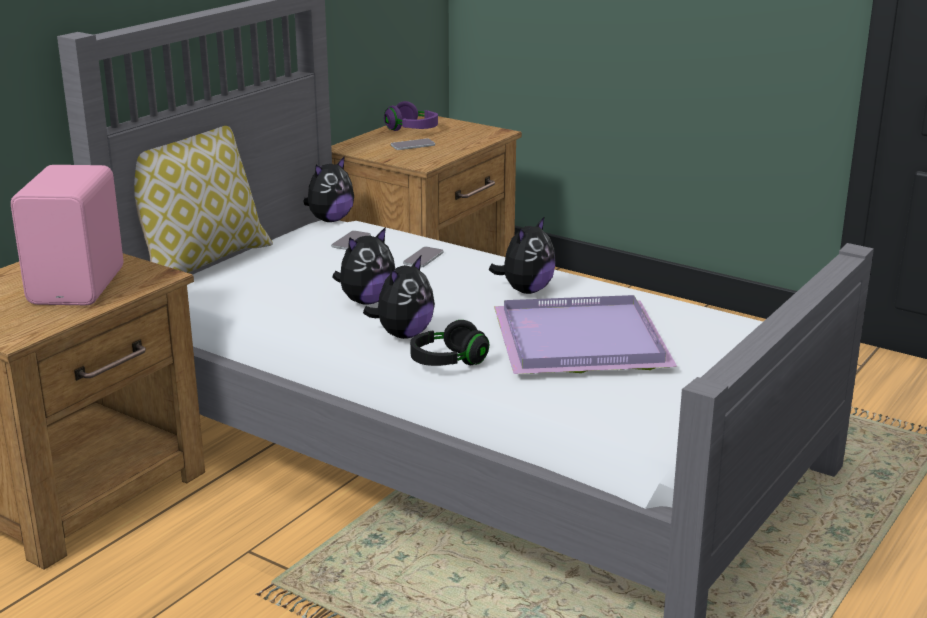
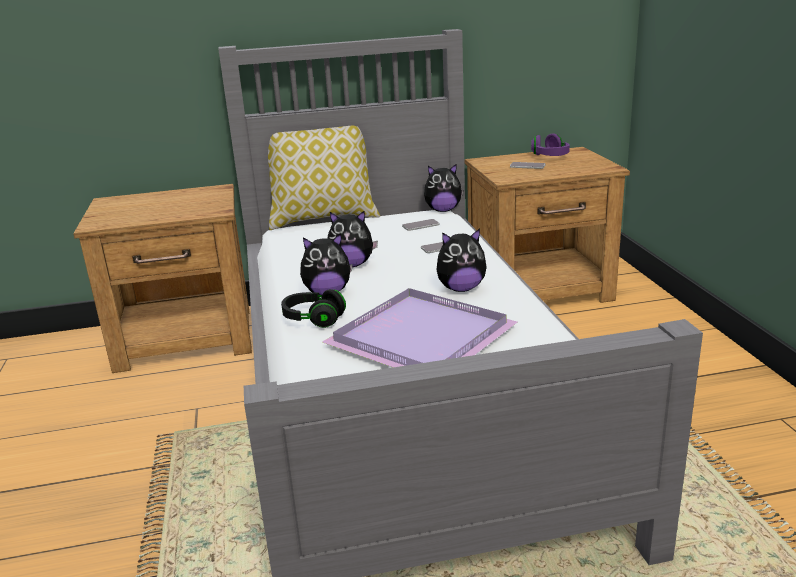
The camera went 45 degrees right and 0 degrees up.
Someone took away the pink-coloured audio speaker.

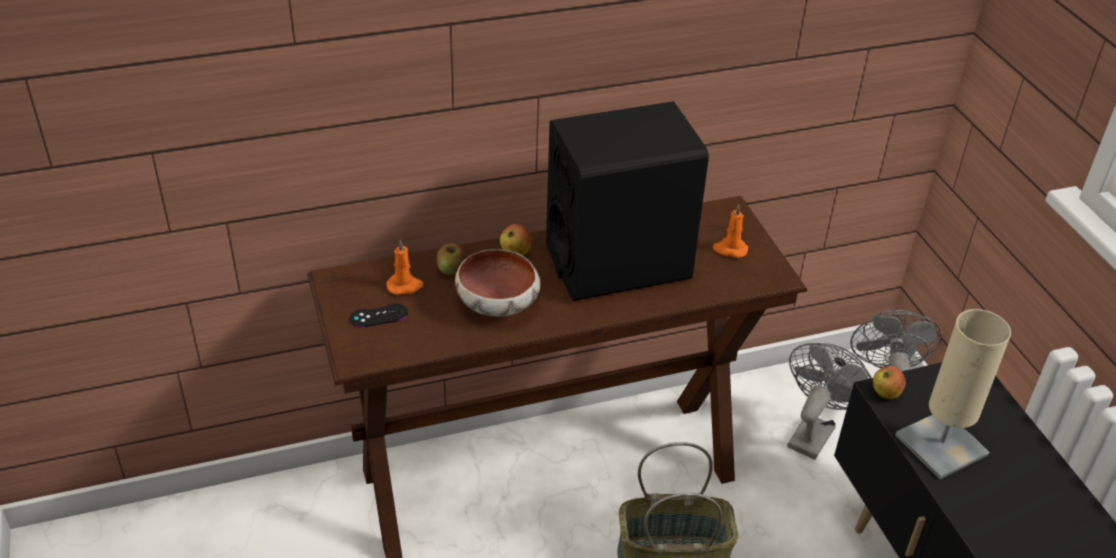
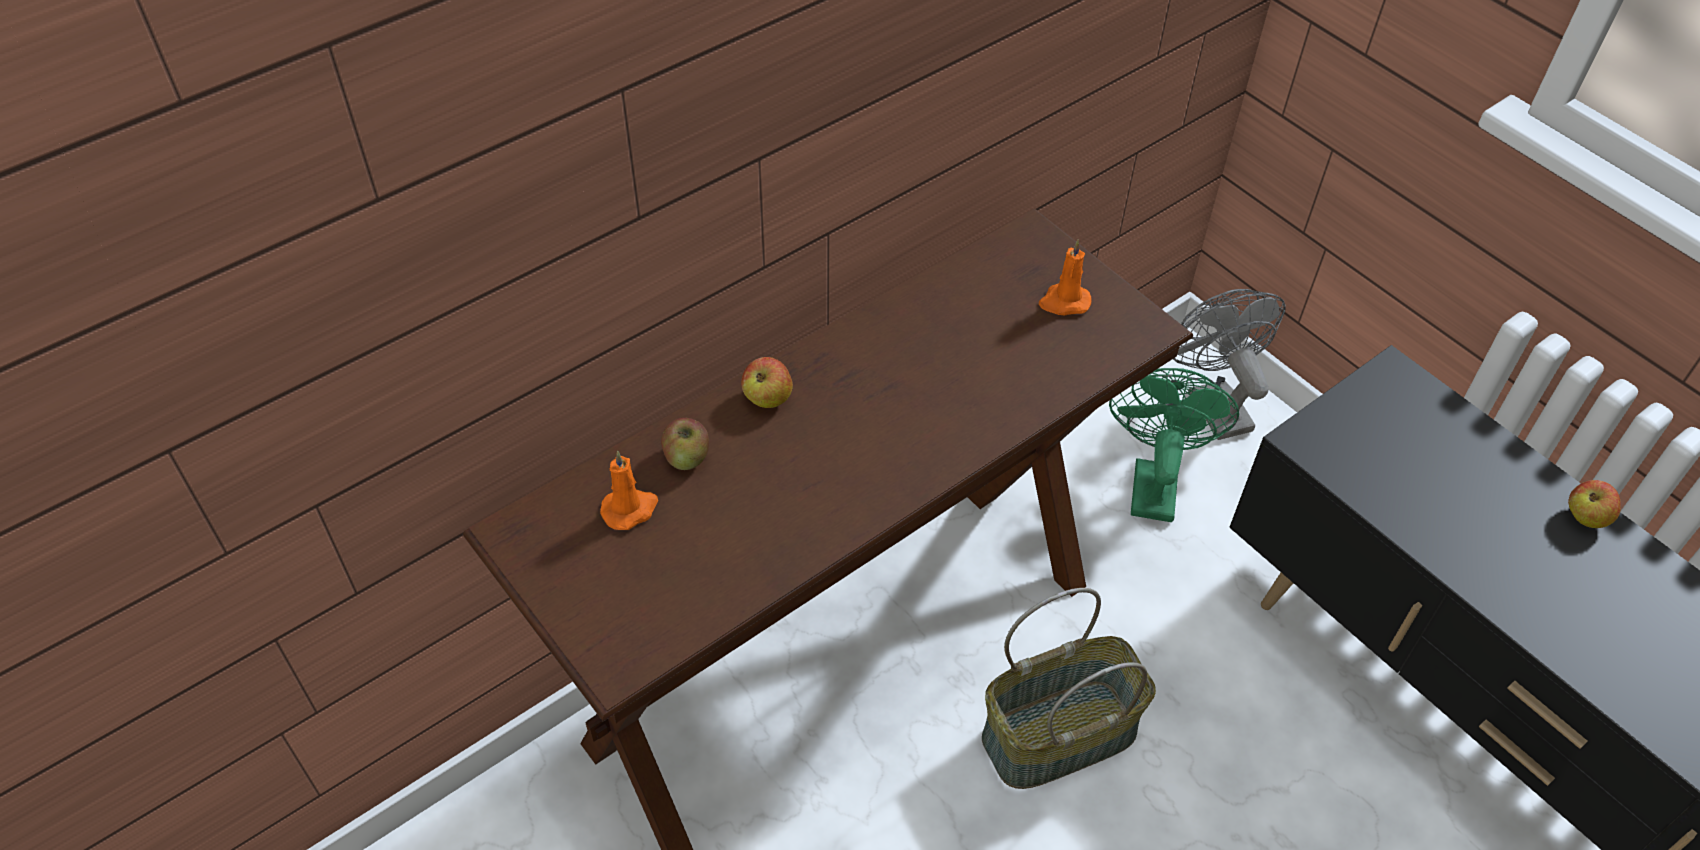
The camera went 20 degrees left and 10 degrees up.
Someone took away the black-coloured audio speaker.
Someone took away the deep dish.
Someone took away the black-coloured game controller.
Someone took away the beige tabletop lamp.
Someone repainted the grey cooling fan (1st from left), which became the green cooling fan.
Someone carried the apple fruit (3rd from left).

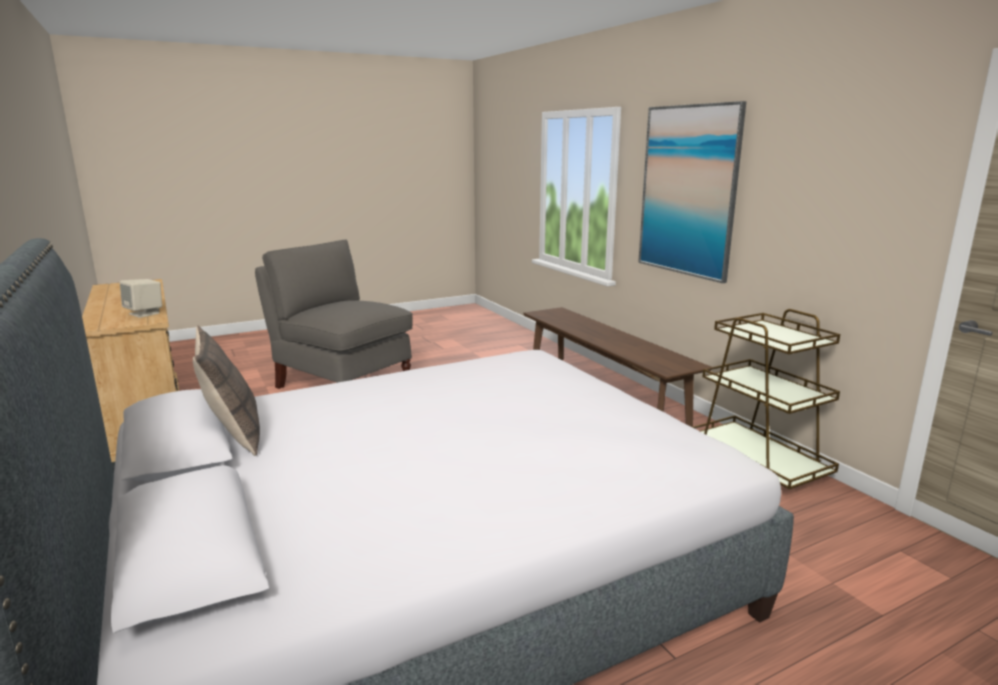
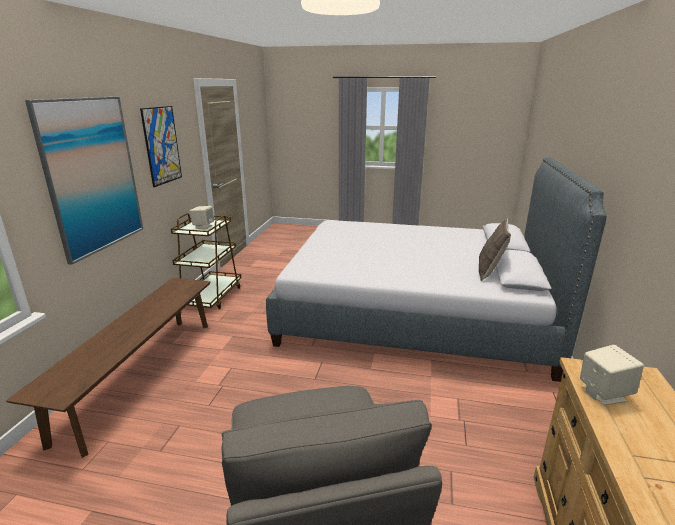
The camera went 140 degrees left and 5 degrees up.
Someone put up the wall picture (2nd from left).
Someone put down the beige audio speaker (1st from left).

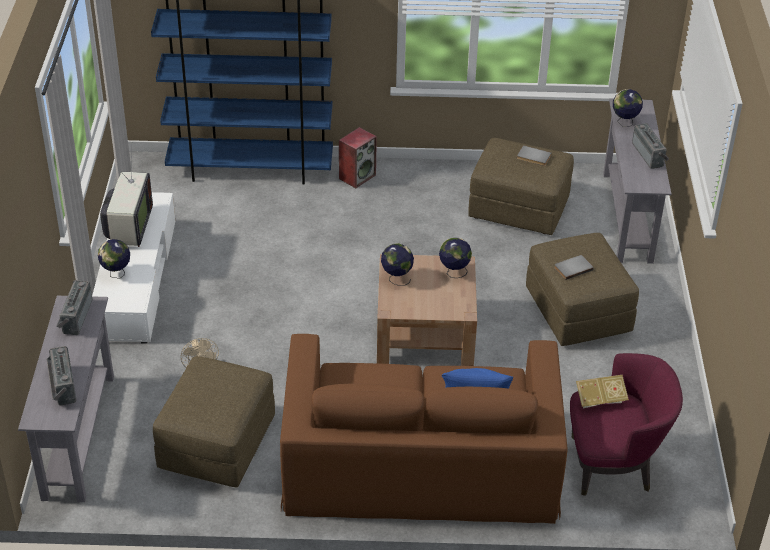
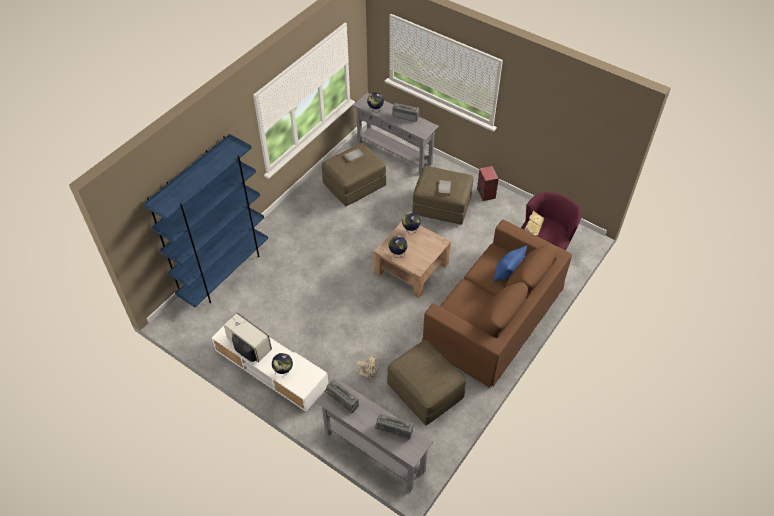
The camera went 55 degrees left and 10 degrees up.
Someone carried the audio speaker.

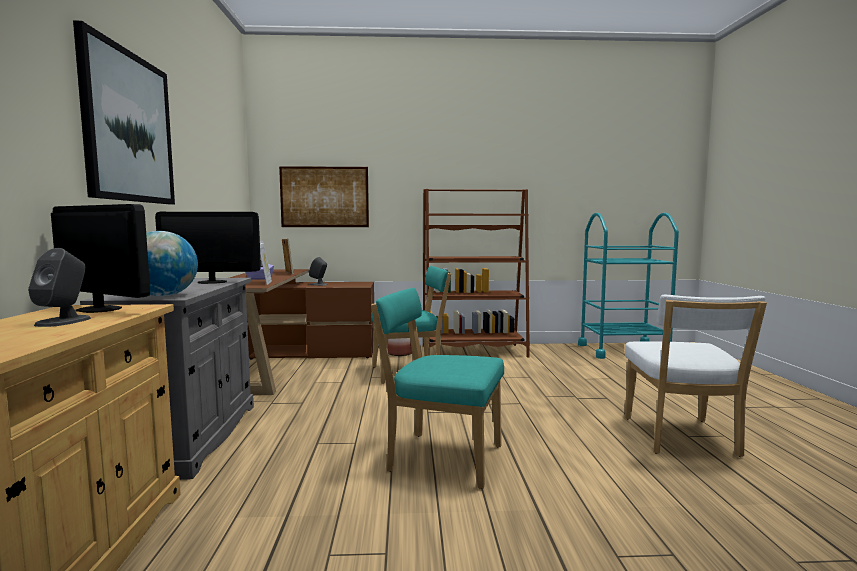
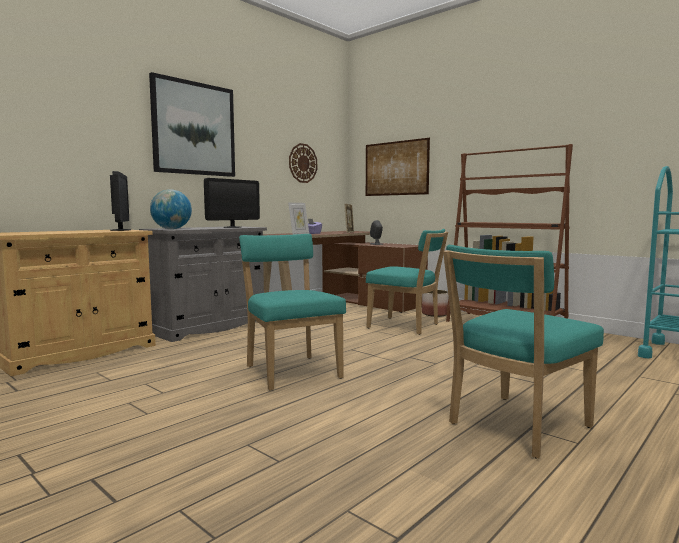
The camera went 45 degrees right and 0 degrees up.
Someone rotated the computer screen (2nd from left) by 90 degrees counterclockwise.
Someone took away the grey audio speaker (1st from left).
Someone repainted the white plain chair, which became the turquoise-coloured plain chair (3rd from left).
Someone put up the wall clock.

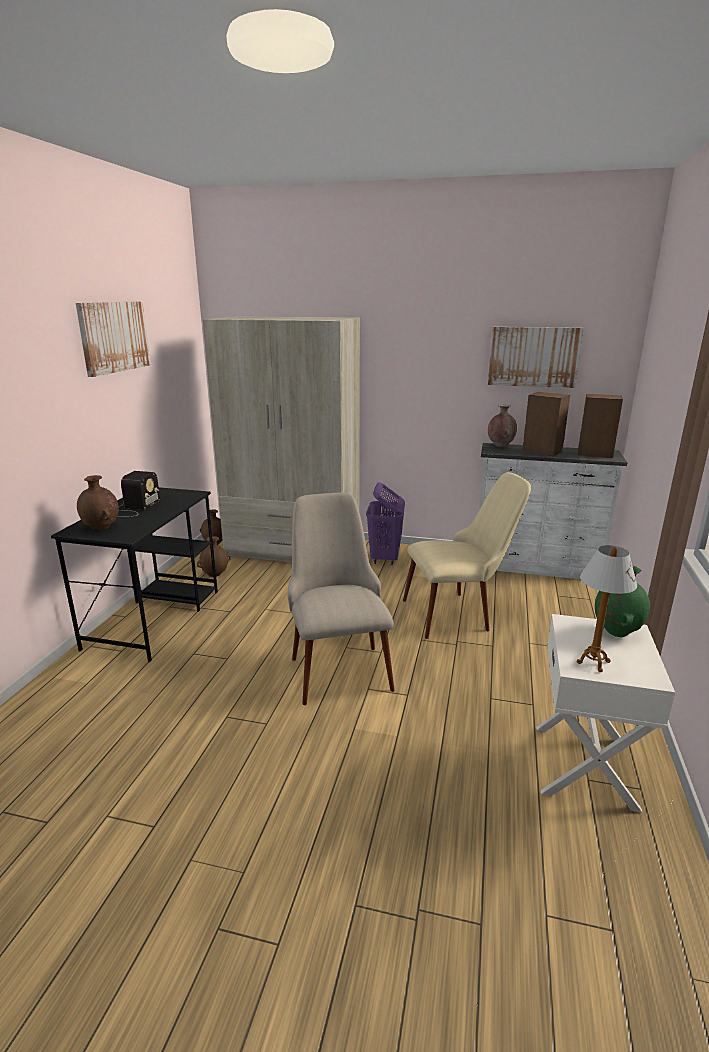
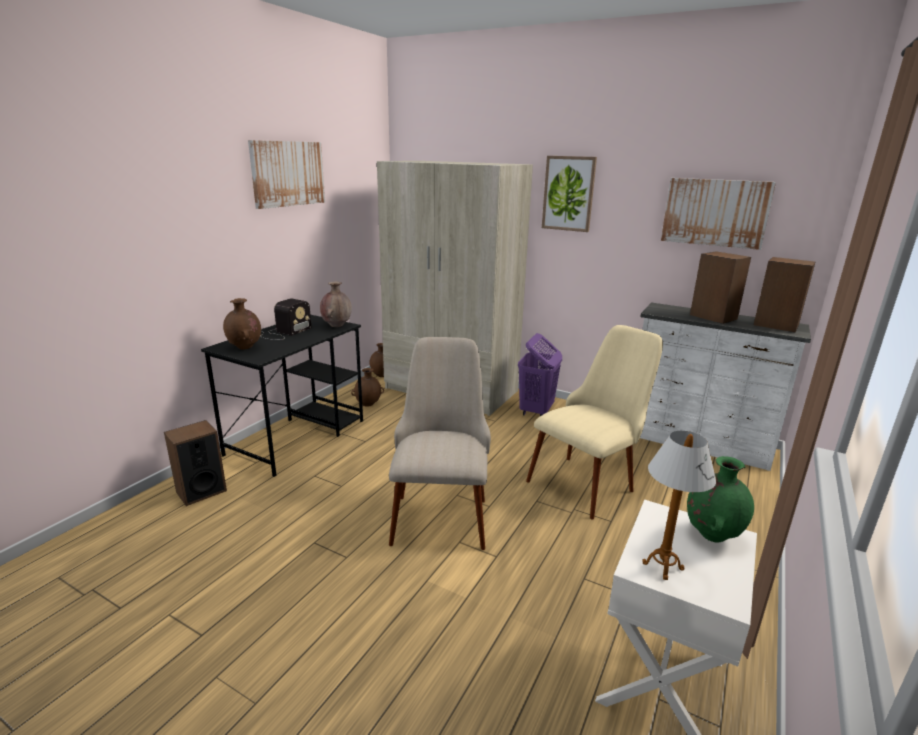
The camera went 15 degrees right and 0 degrees up.
Someone carried the brown decorative vase (4th from left in the first image).
Someone rotated the beige plain chair (2nd from left) by 45 degrees counterclockwise.
Someone put up the wall picture (2nd from left).
Someone put down the audio speaker (1st from left).

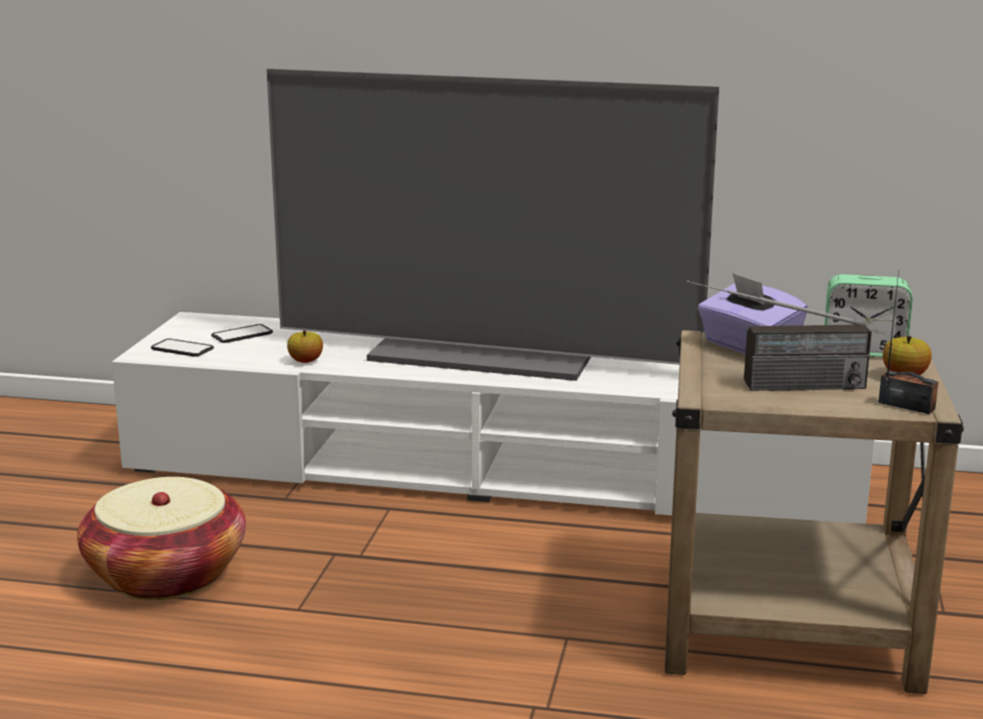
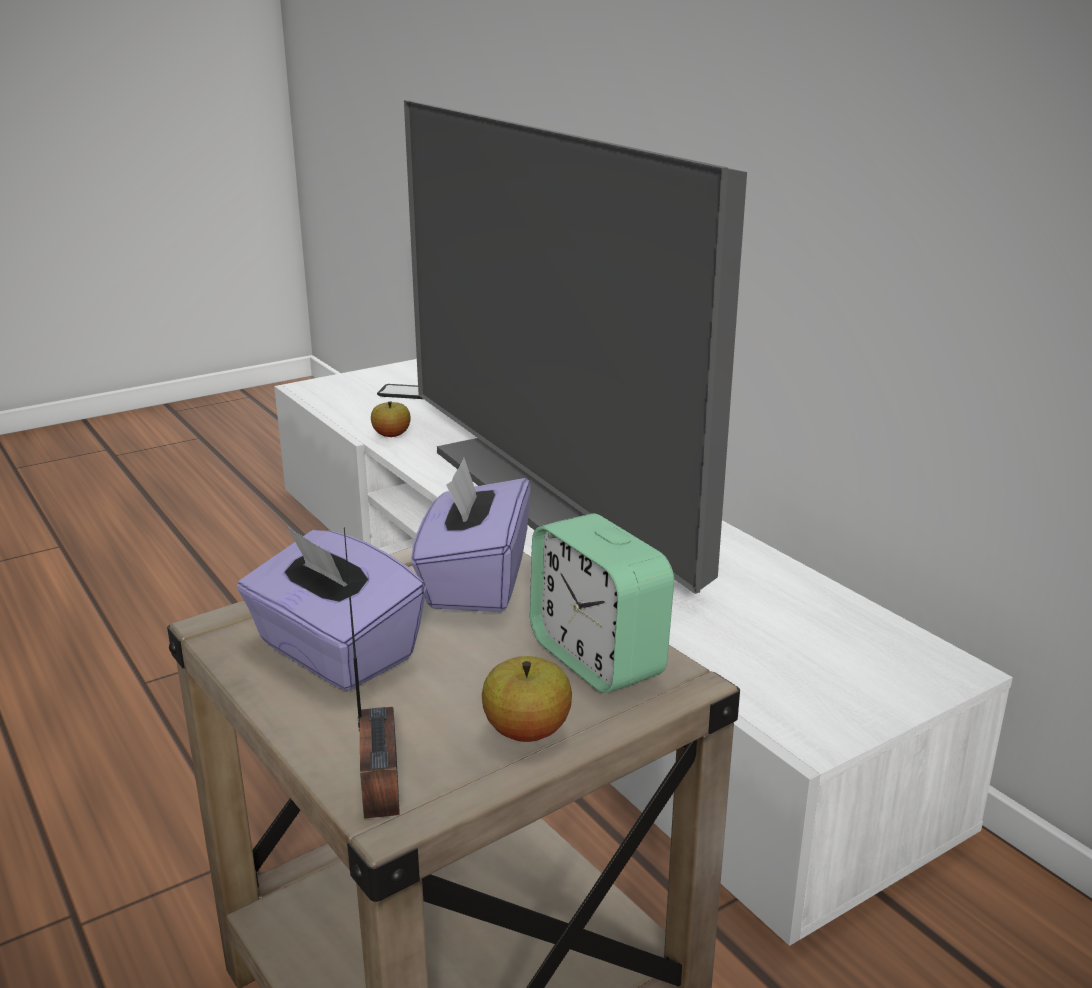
The camera went 45 degrees right and 5 degrees up.
Someone swapped the radio (1st from left) for the purple tissue holder (1st from left).
Someone took away the phone (1st from left).
Someone took away the basket.

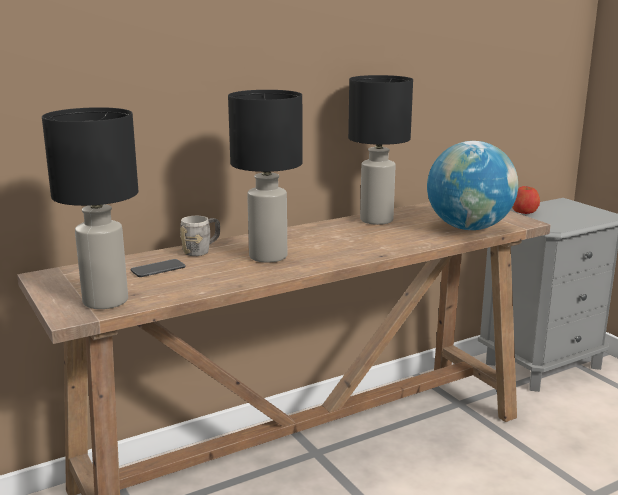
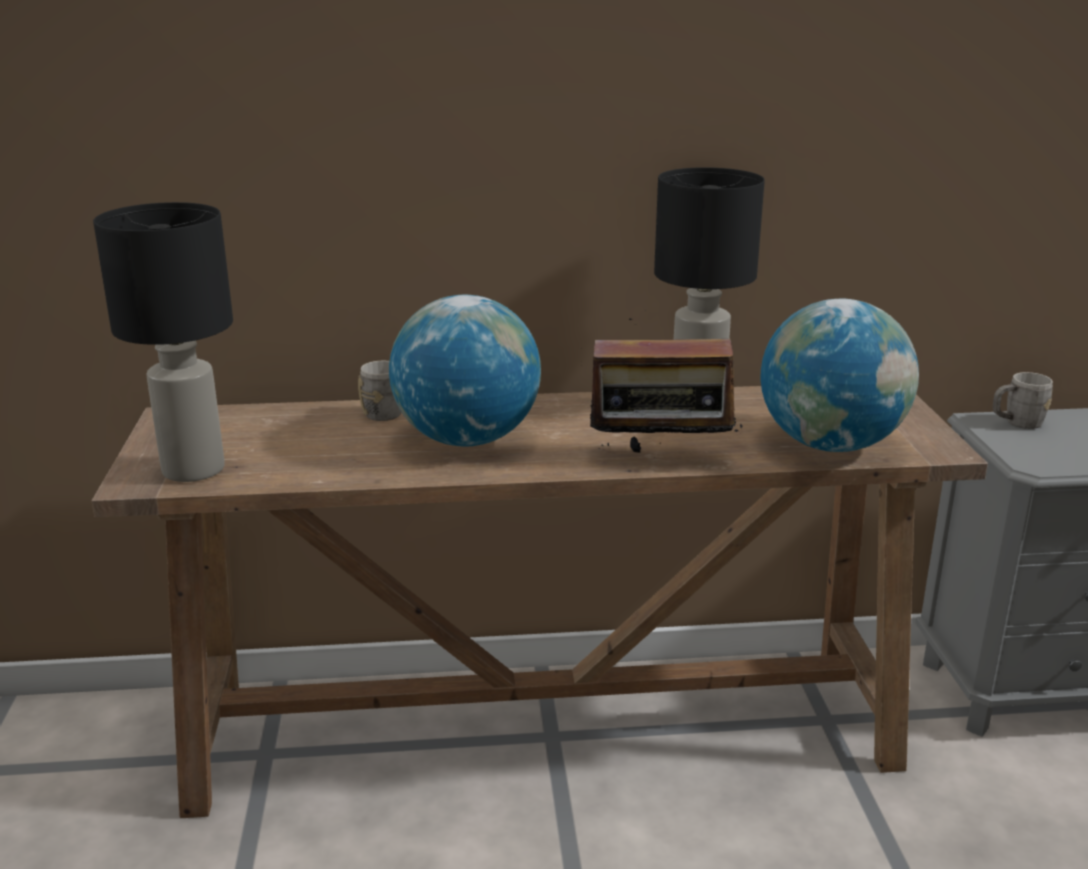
The camera went 25 degrees right and 5 degrees up.
Someone swapped the black-coloured tabletop lamp (2nd from left) for the globe (1st from left).
Someone swapped the apple fruit for the grey tea mug (2nd from left).
Someone took away the phone.
Someone put down the radio.

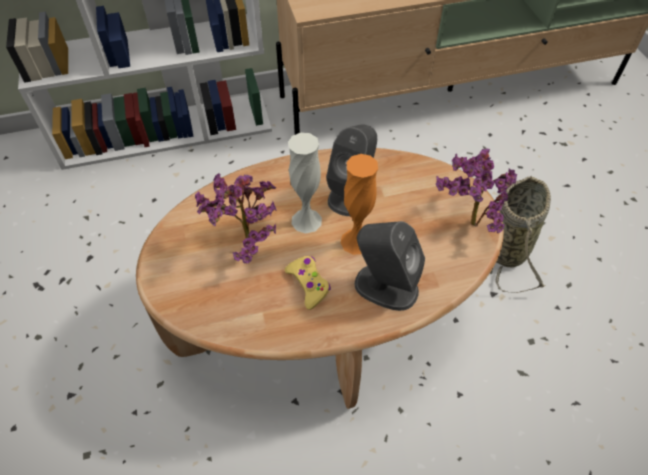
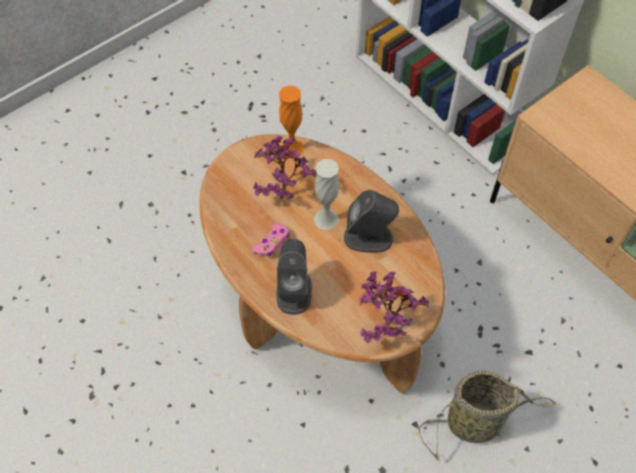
The camera went 65 degrees right and 5 degrees up.
Someone carried the orange decorative vase.
Someone repainted the yellow-coloured game controller, which became the pink-coloured game controller.

